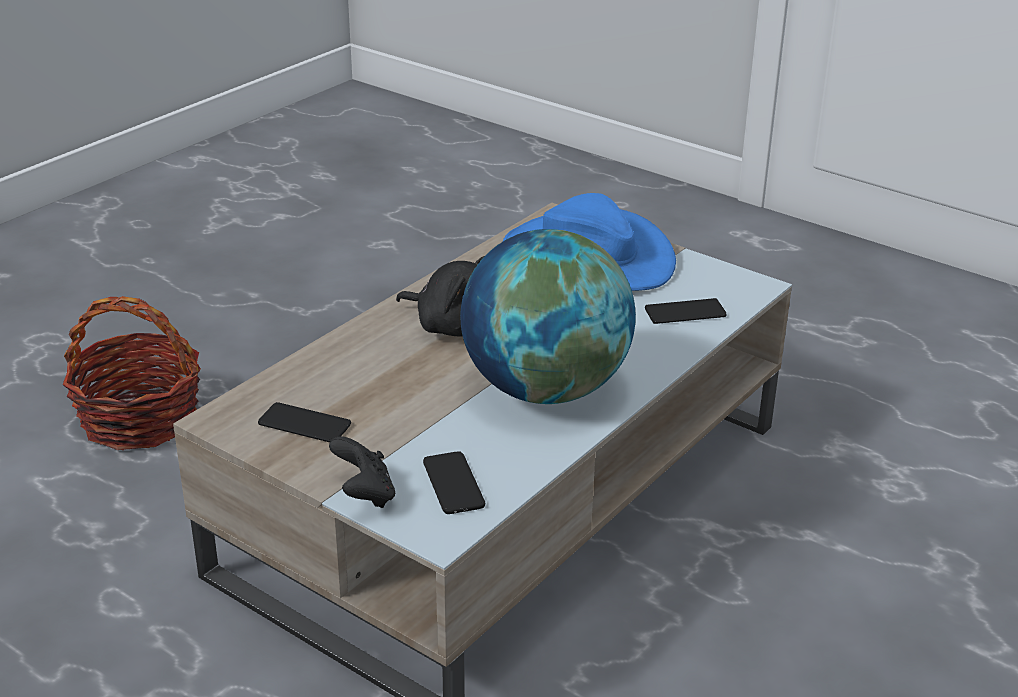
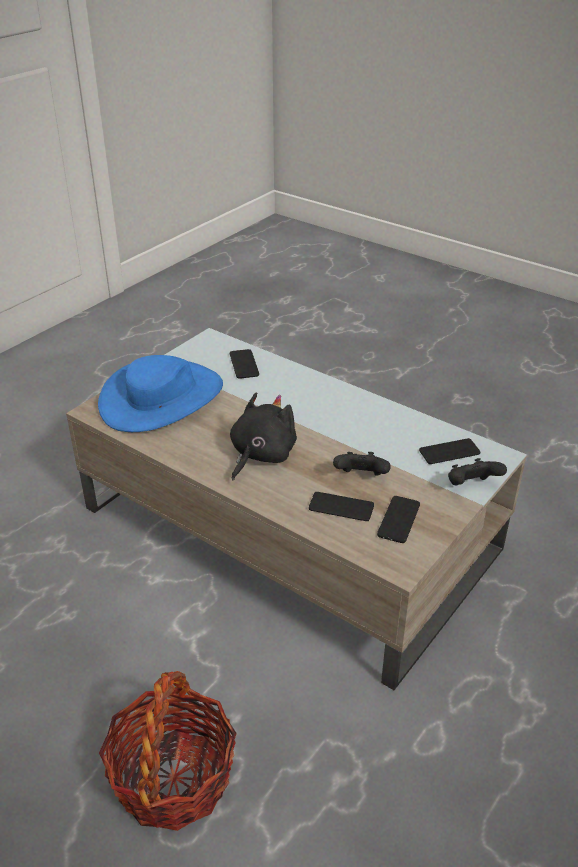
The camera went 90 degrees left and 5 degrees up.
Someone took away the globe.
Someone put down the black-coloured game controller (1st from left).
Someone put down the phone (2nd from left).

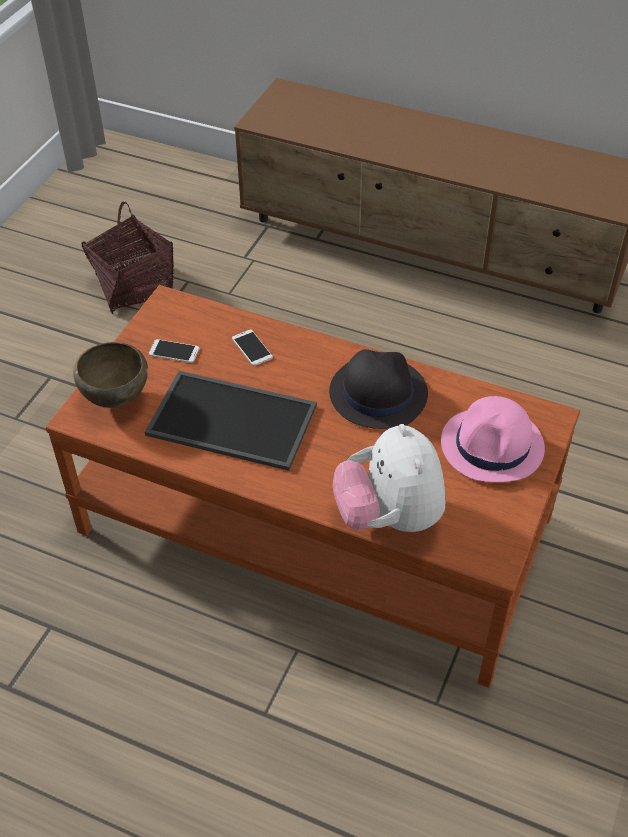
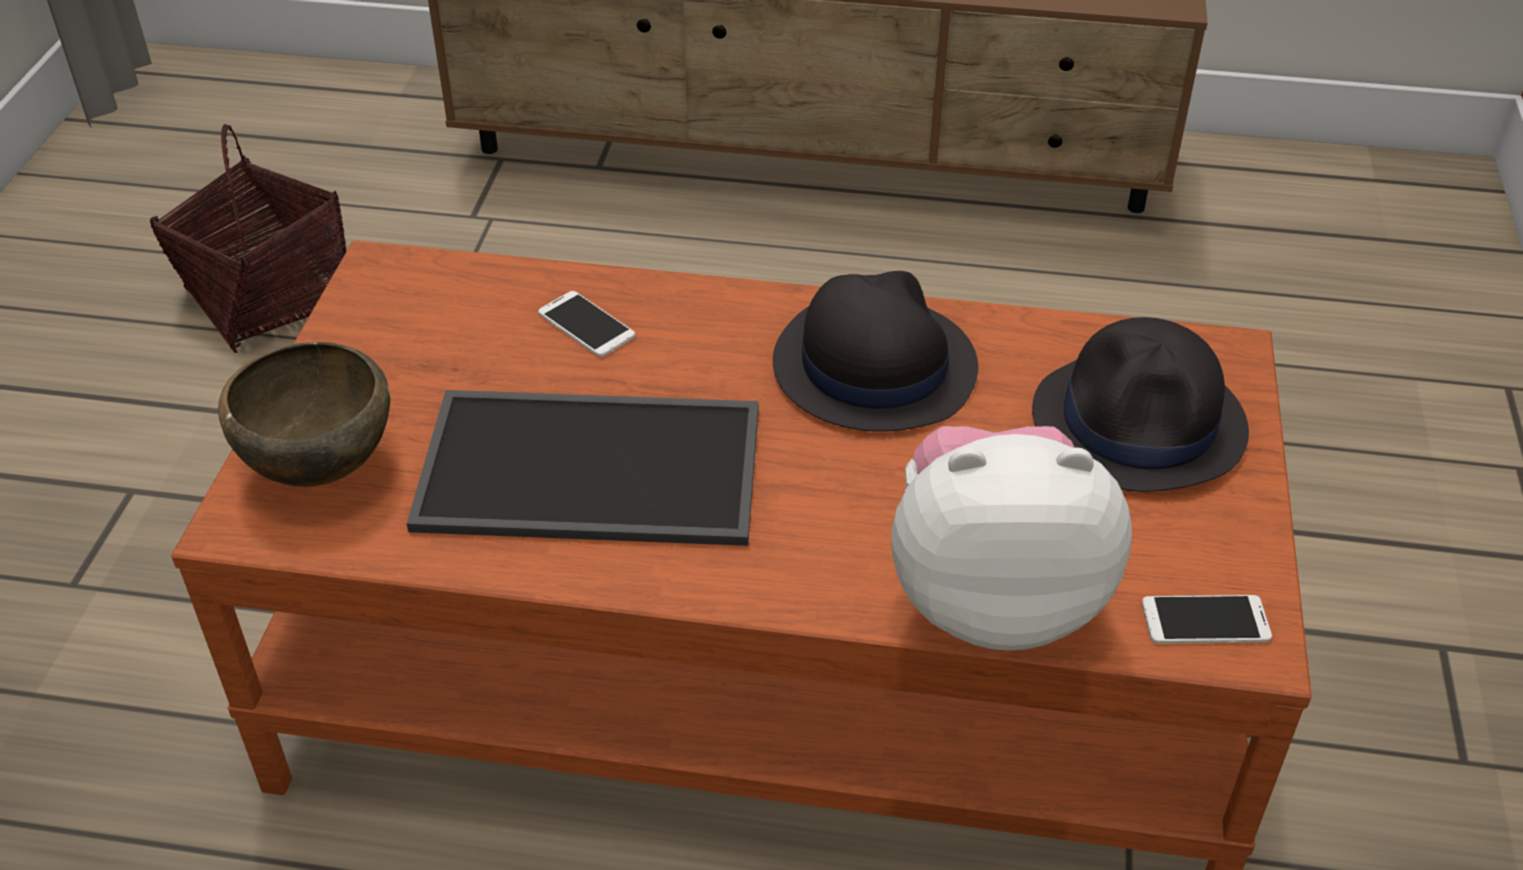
The camera went 15 degrees left and 5 degrees down.
Someone carried the phone (1st from left in the first image).
Someone repainted the pink-coloured hat, which became the black-coloured hat (2nd from left).
Someone rotated the plush toy by 120 degrees clockwise.

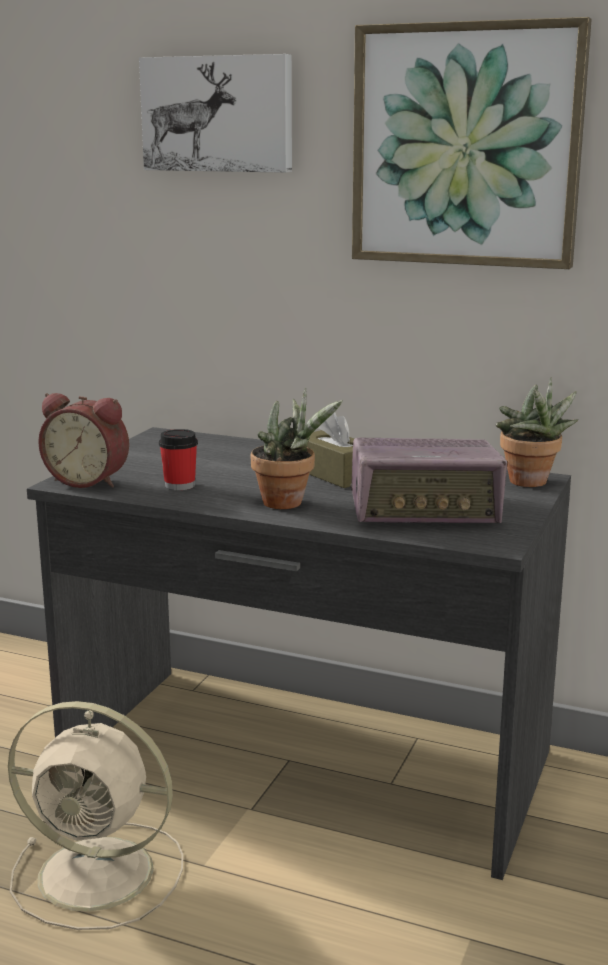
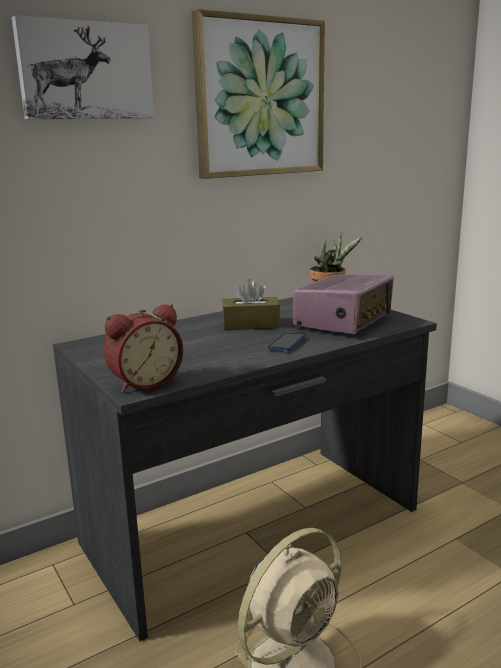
The camera went 55 degrees left and 0 degrees up.
Someone swapped the potted plant (1st from left) for the phone.
Someone took away the drinking cup.

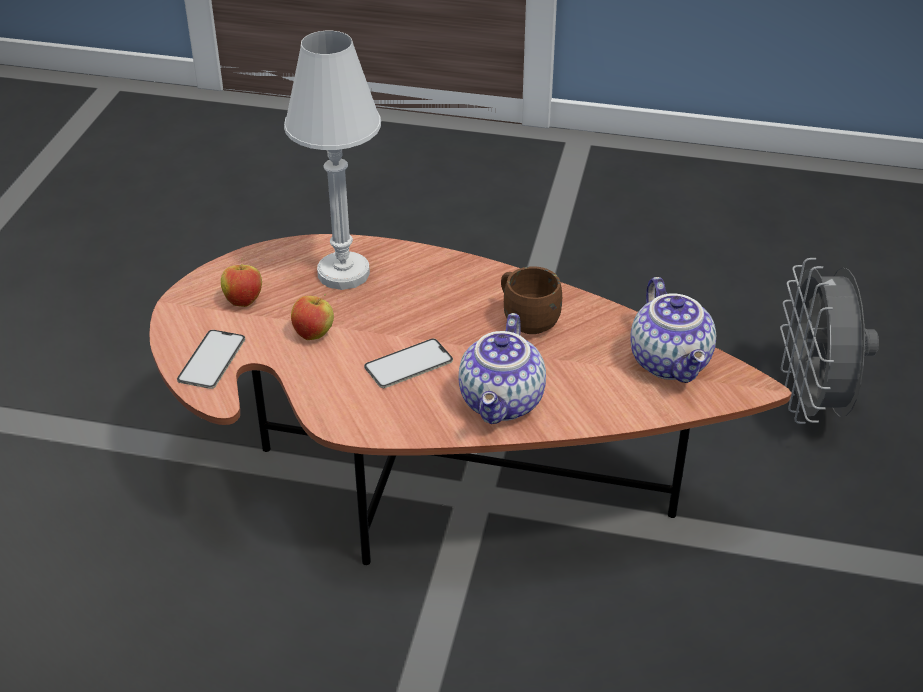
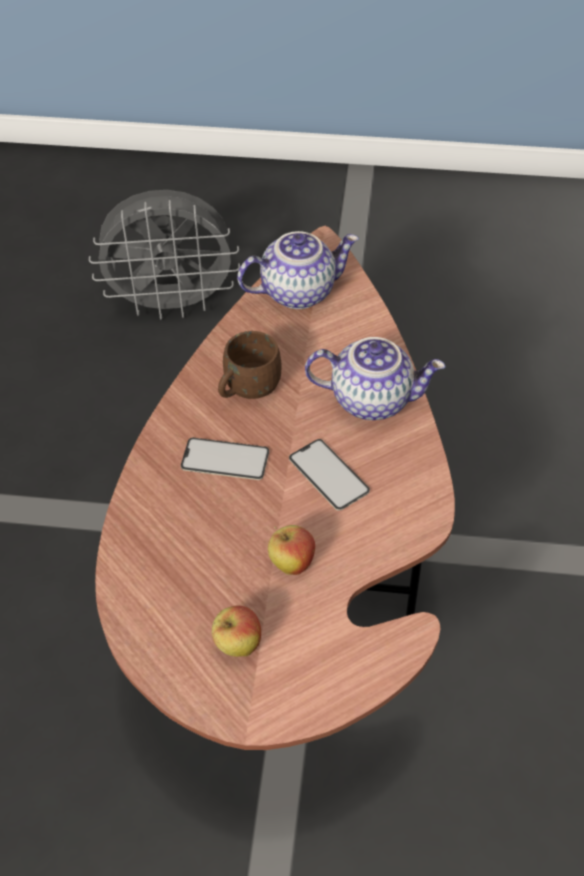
The camera went 95 degrees left and 10 degrees up.
Someone took away the white tabletop lamp.
Someone carried the phone (1st from left).

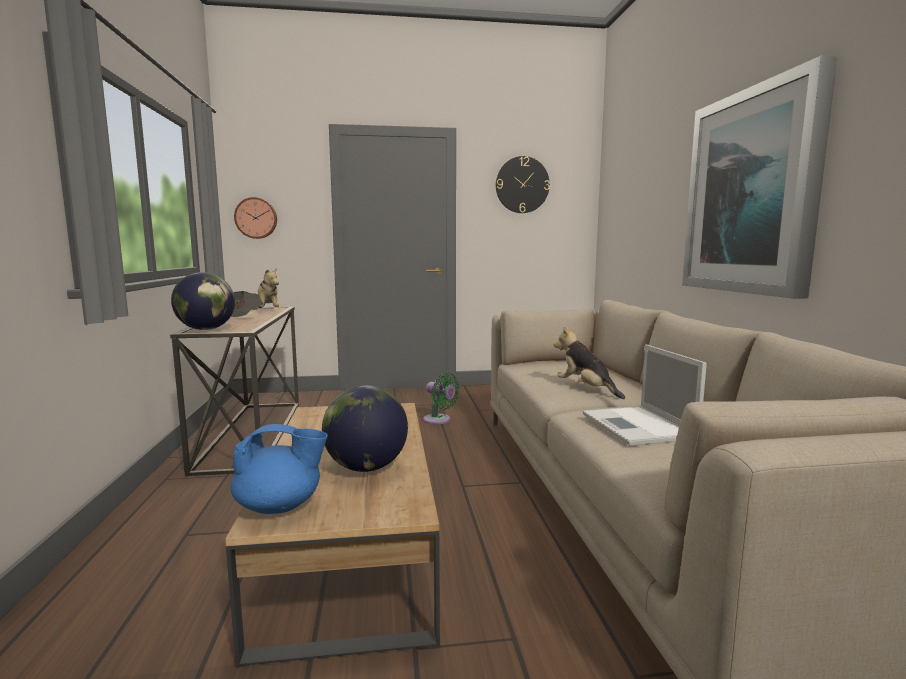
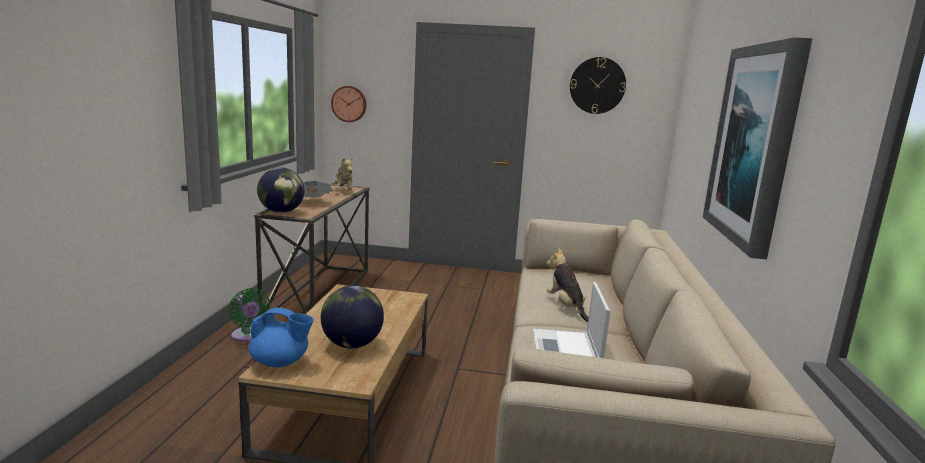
The camera went 15 degrees right and 5 degrees up.
Someone carried the green cooling fan.

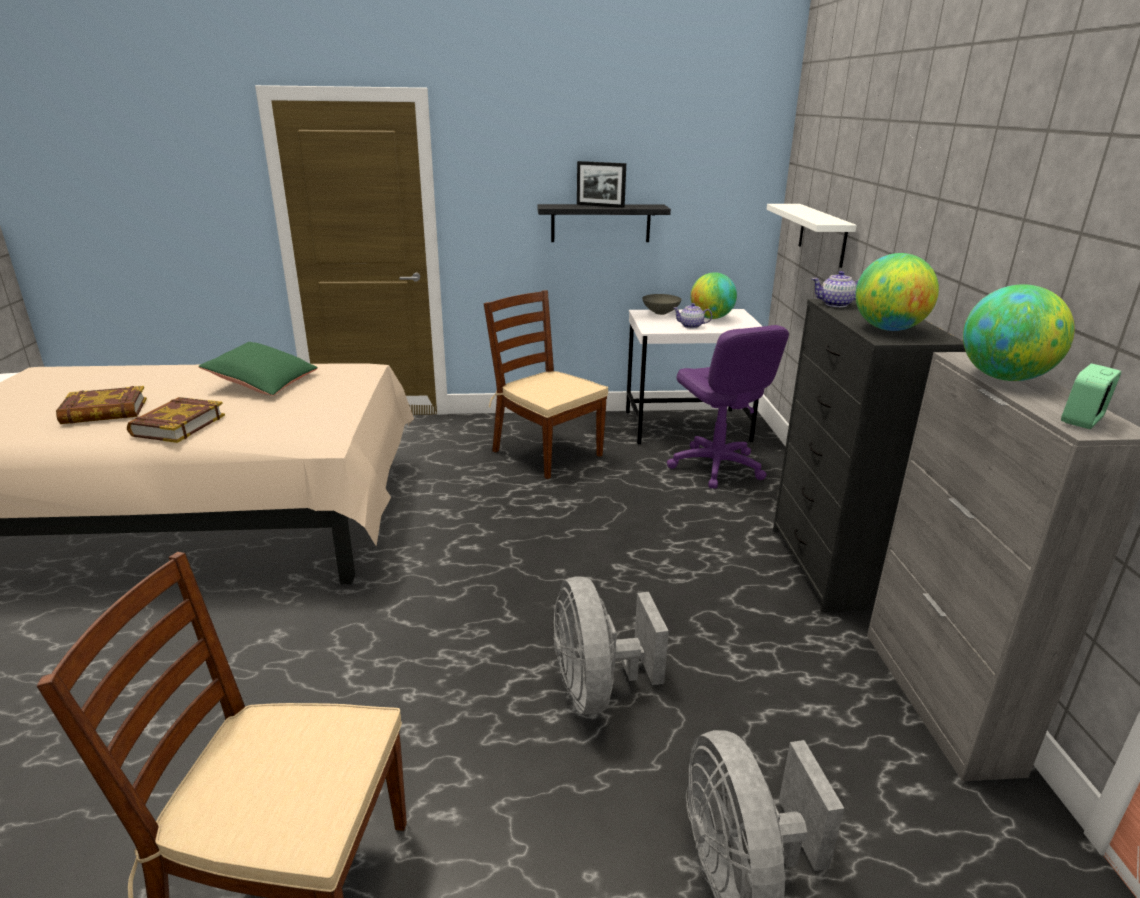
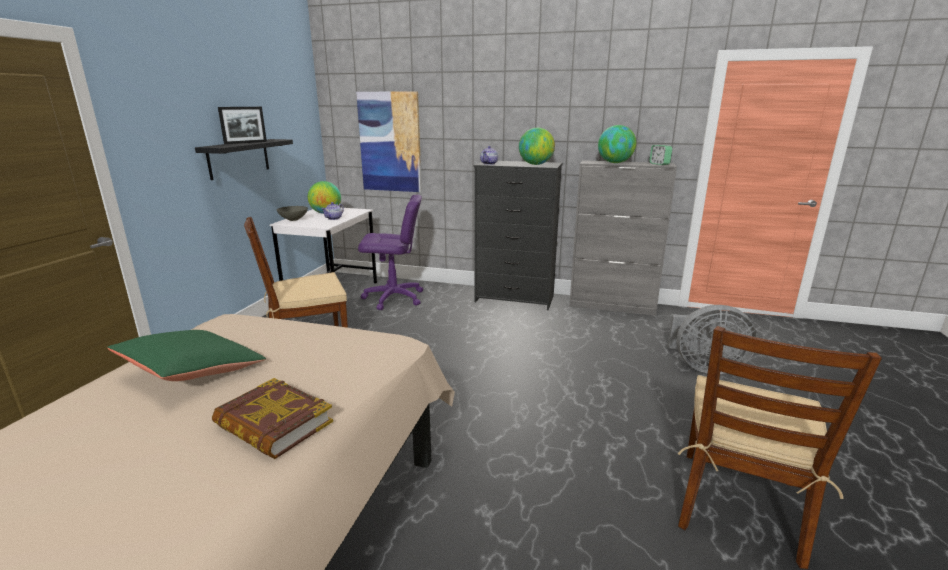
The camera went 70 degrees left and 5 degrees down.
Someone swapped the white shelf for the wall picture.
Someone took away the volume (1st from left).
Someone took away the grey cooling fan (1st from left).

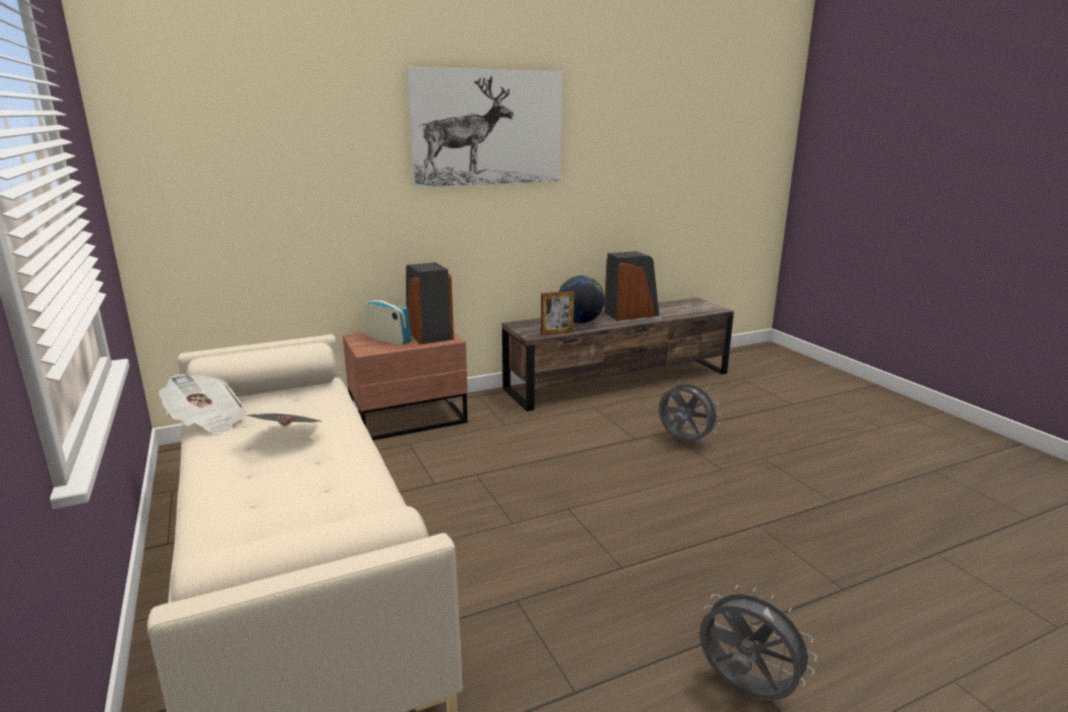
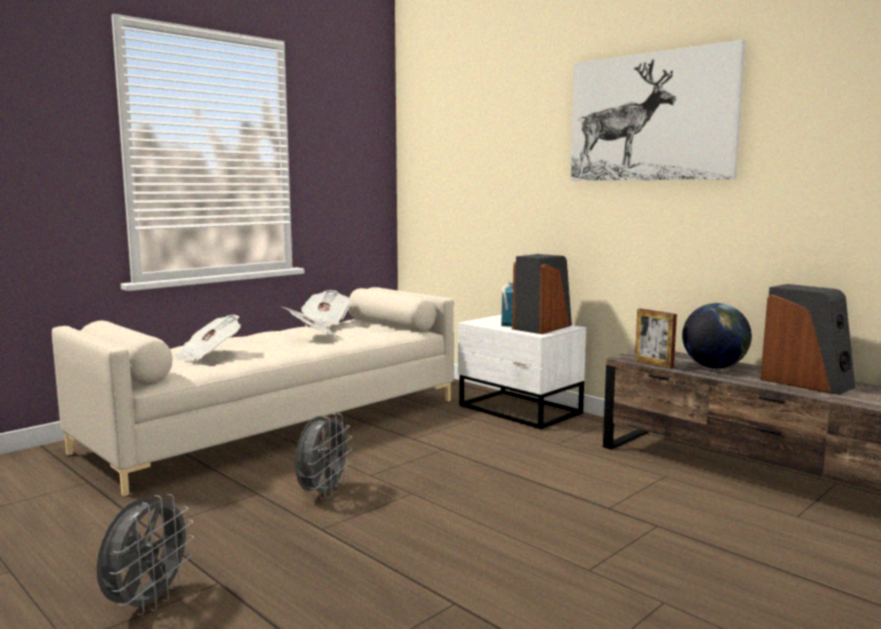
The camera went 70 degrees right and 10 degrees down.
Someone repainted the brown nightstand, which became the white nightstand.
Someone carried the grey cooling fan (1st from left in the first image).
Someone put down the printed paper (1st from left).

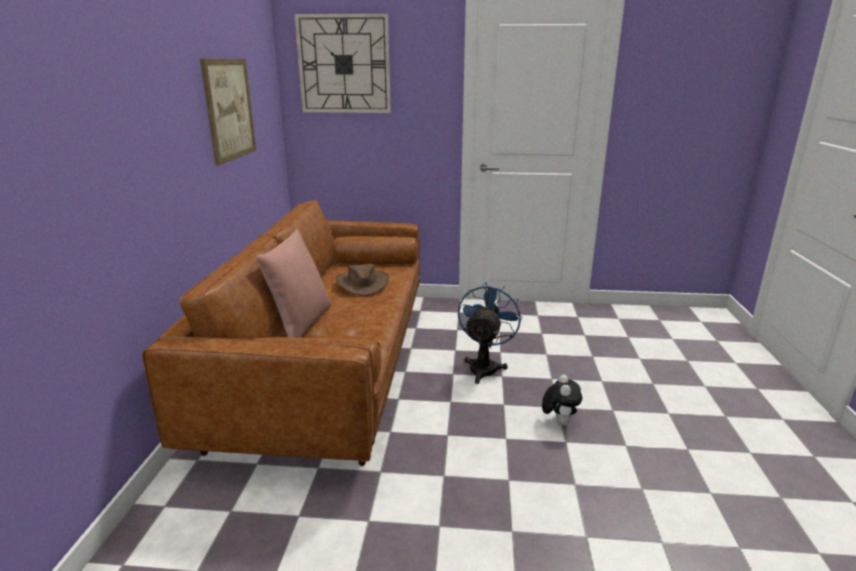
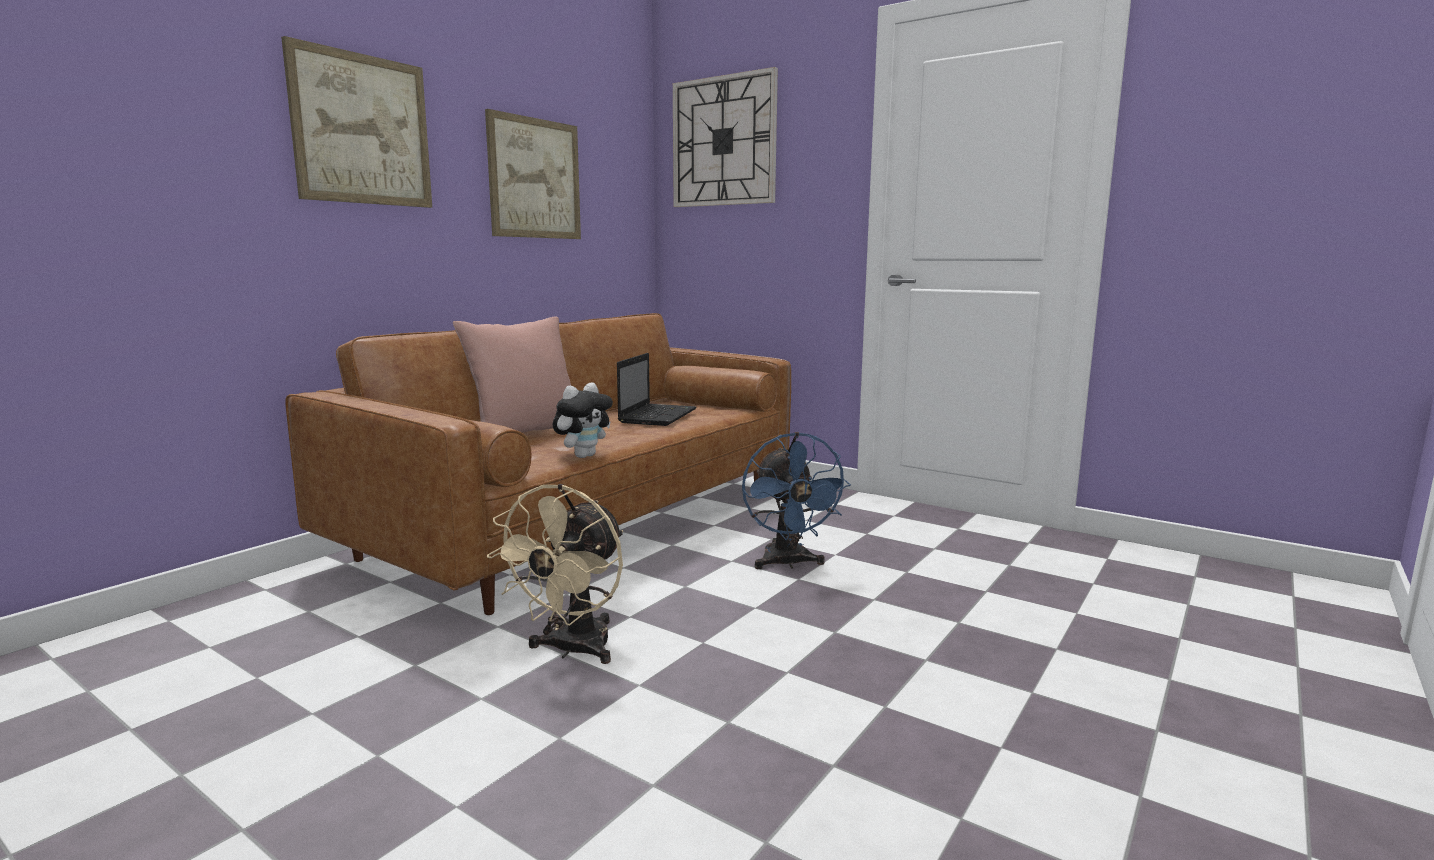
The camera went 30 degrees right and 10 degrees down.
Someone swapped the brown hat for the portable computer.
Someone rotated the bluish cooling fan by 120 degrees clockwise.
Someone carried the plush toy.
Someone put up the wall picture (1st from left).
Someone put down the beige cooling fan.

